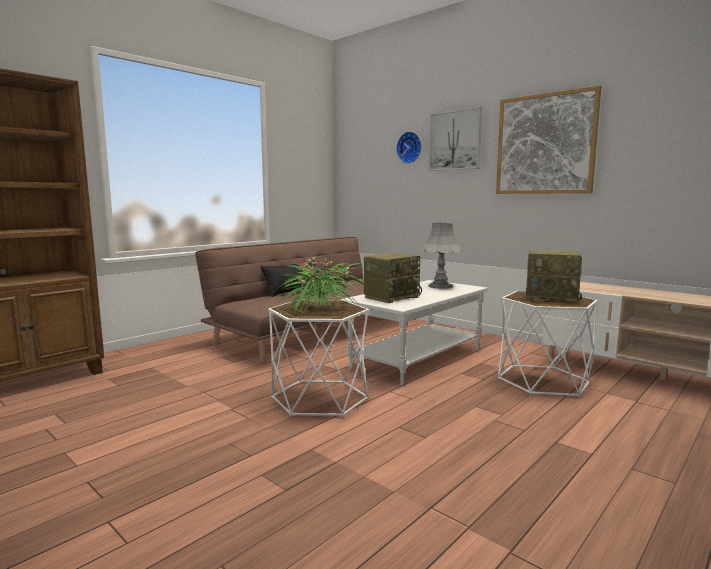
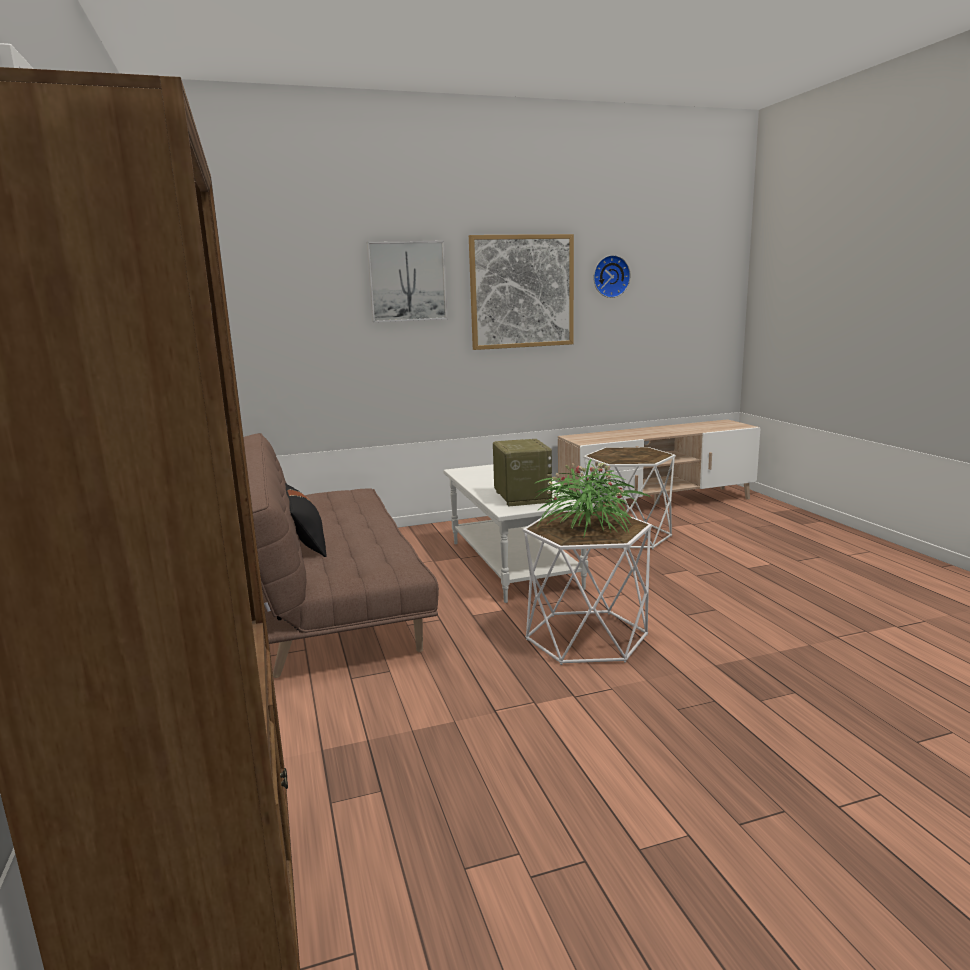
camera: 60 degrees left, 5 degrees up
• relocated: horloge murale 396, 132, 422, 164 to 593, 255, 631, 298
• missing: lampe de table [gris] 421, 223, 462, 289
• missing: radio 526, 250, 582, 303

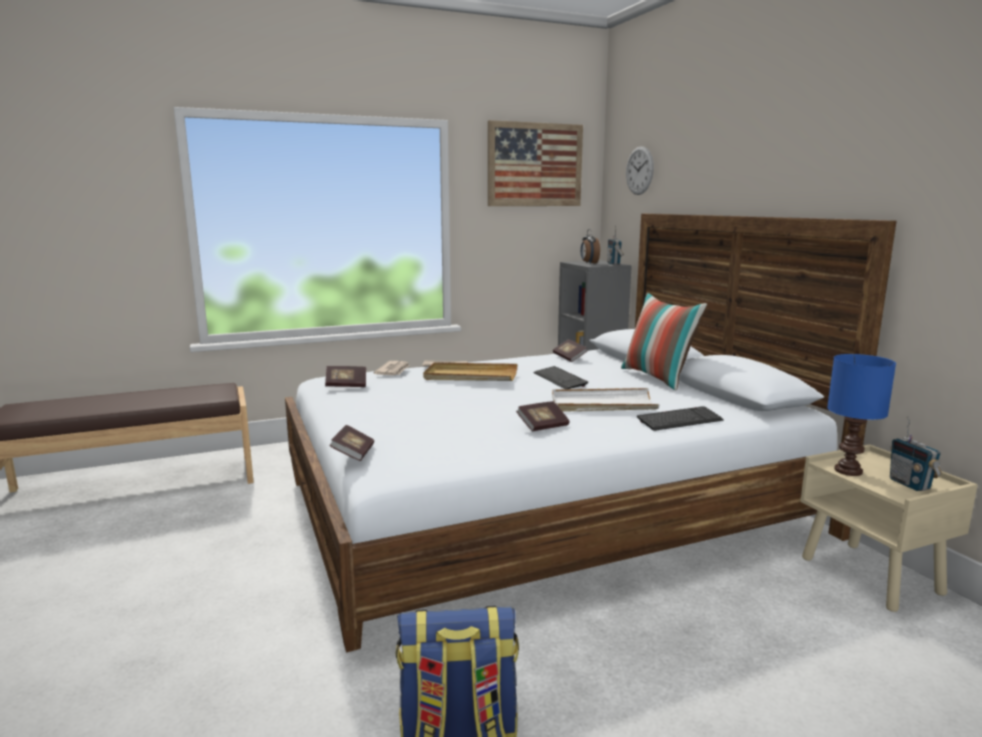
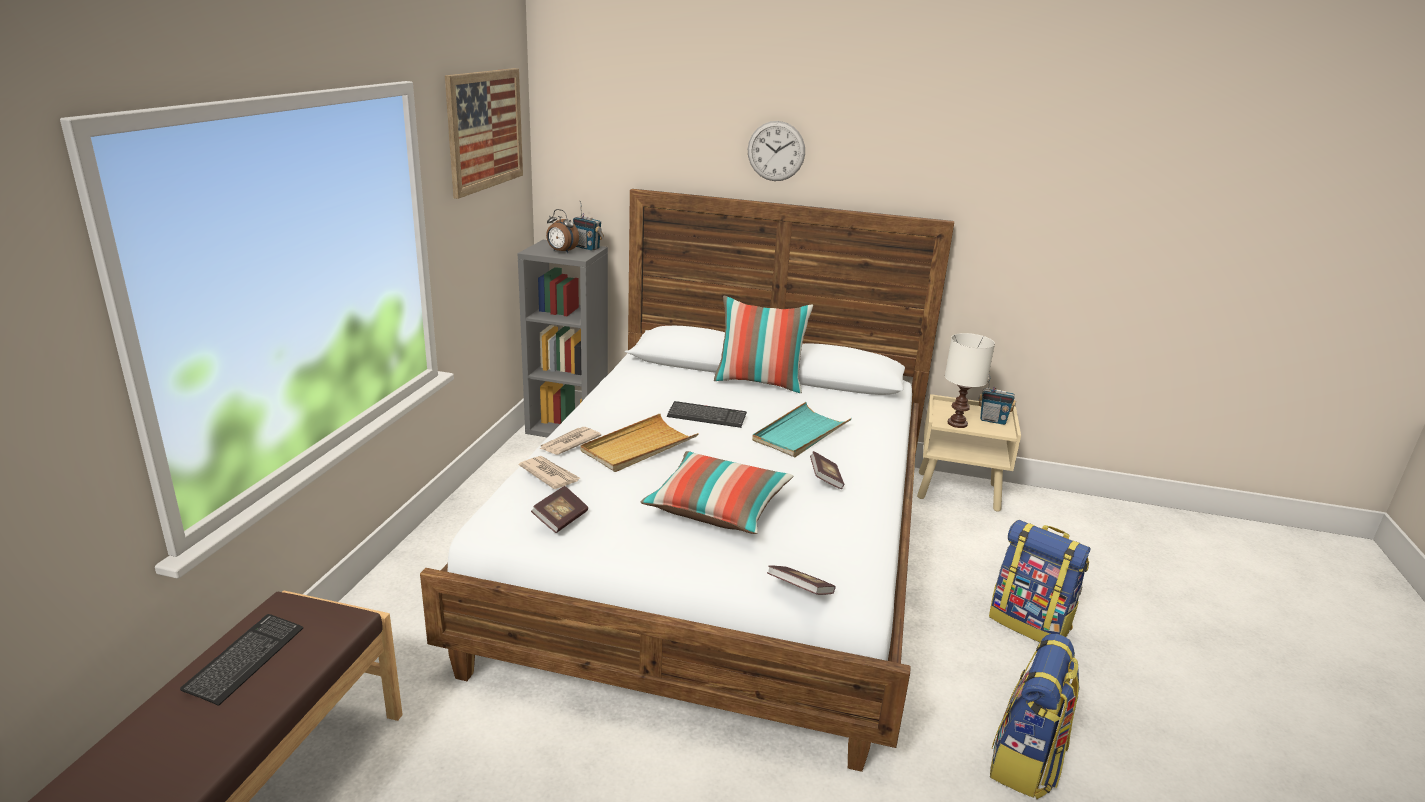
camera: 55 degrees left, 10 degrees up
• colour: plateau [blanc] 552, 388, 660, 412 to plateau [turquoise] 752, 402, 852, 457
• missing: livre 553, 339, 588, 362
• relocated: horloge murale 626, 146, 654, 195 to 748, 121, 805, 181
• relocated: clavier 637, 406, 724, 431 to 180, 614, 303, 706
• colour: lampe de table [bleu] 827, 354, 896, 476 to lampe de table [blanc] 945, 333, 995, 428
• appeared: coussin 641, 451, 793, 534
• appeared: sac à dos 989, 520, 1090, 643

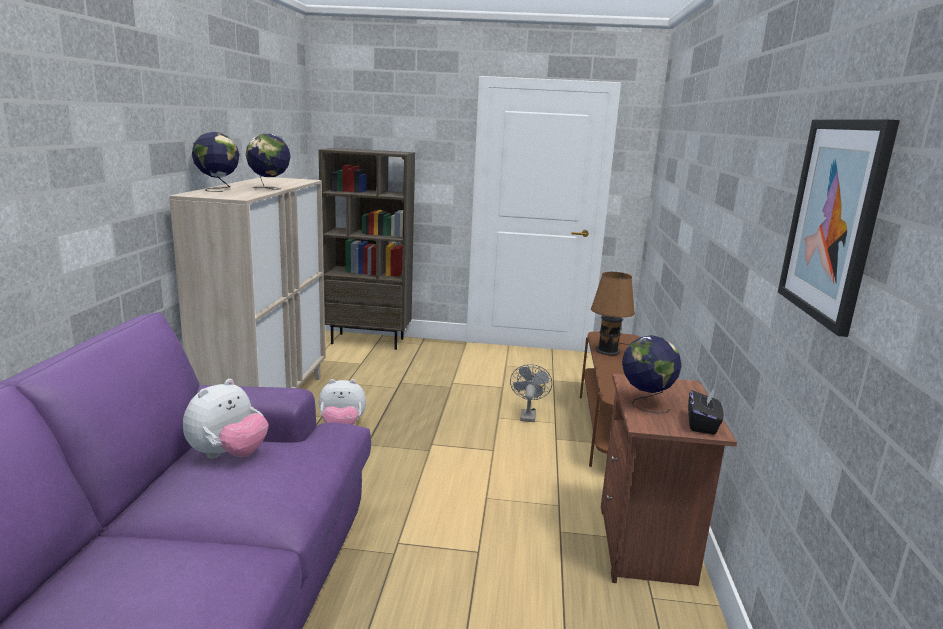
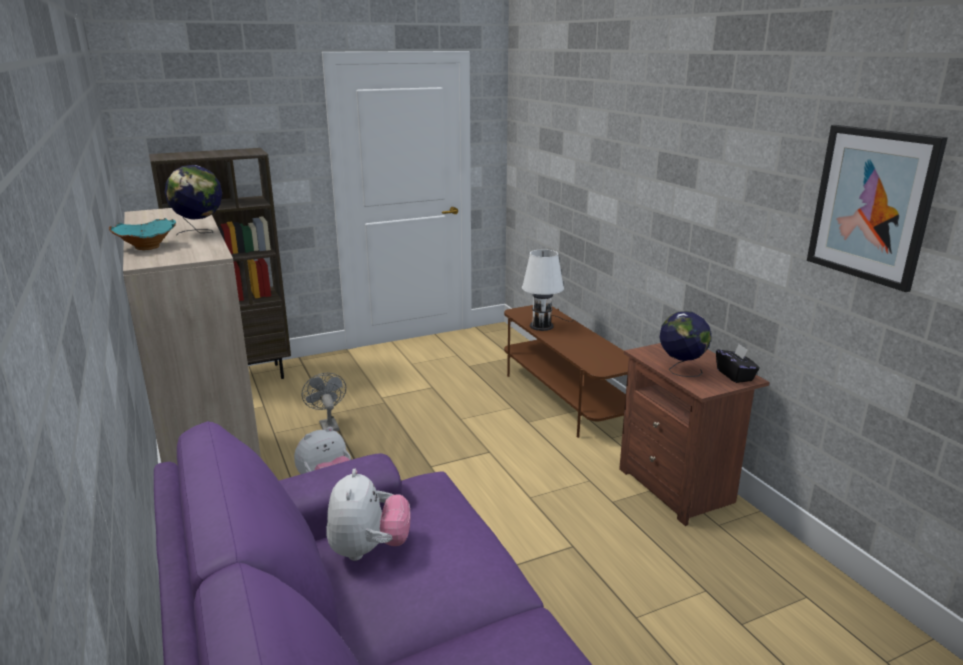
camera: 30 degrees left, 5 degrees up
• exchanged: globe 192, 132, 239, 192 to bol [turquoise] 109, 218, 176, 250
• relocated: ventilateur [gris] 510, 364, 552, 422 to 302, 373, 346, 431
• colour: lampe de table [marron] 591, 272, 635, 356 to lampe de table [blanc] 522, 249, 572, 331

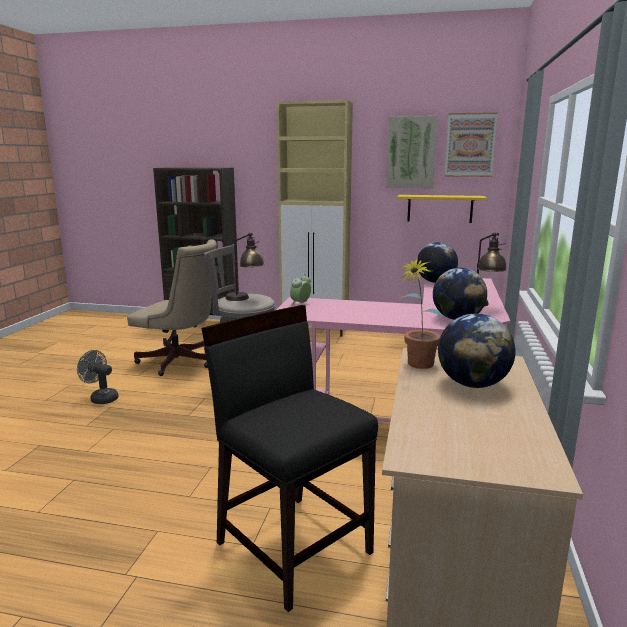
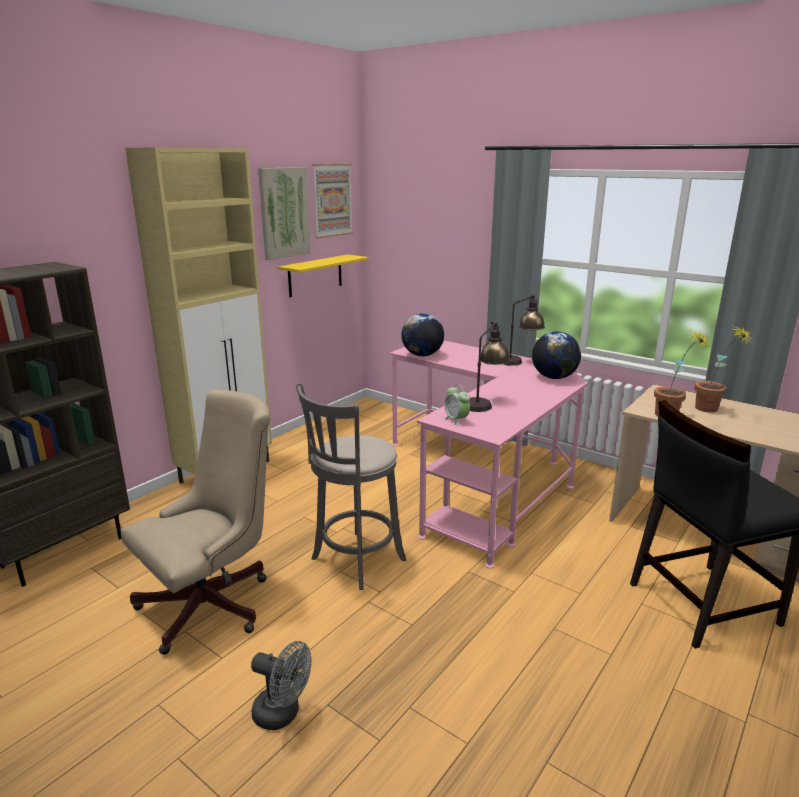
camera: 65 degrees left, 5 degrees up
• spun: ventilateur [gris] 77, 350, 119, 404 = 251, 641, 311, 730 120 degrees counterclockwise
• relocated: lampe de table 225, 233, 264, 301 to 469, 322, 510, 412
• exchanged: globe 438, 313, 516, 388 to plante en pot 695, 326, 753, 413

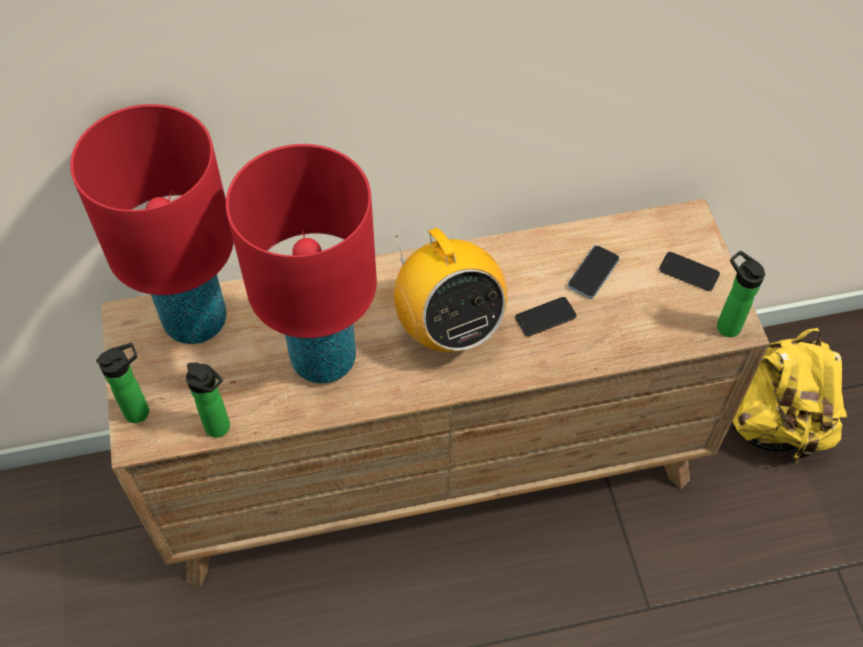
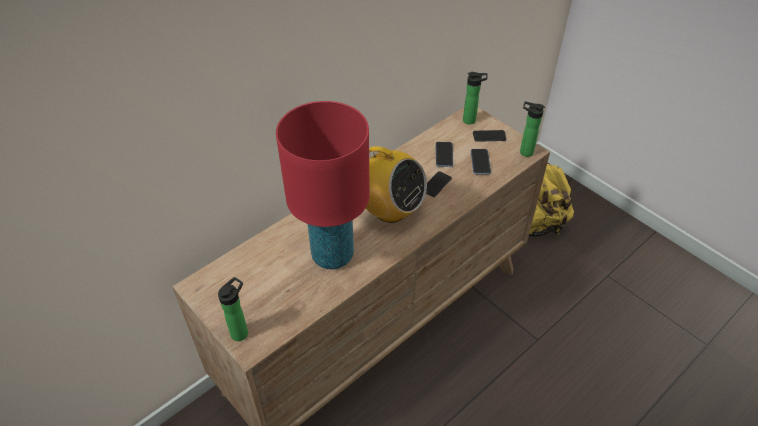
camera: 30 degrees left, 10 degrees down
• missing: lampe de table [rouge] 70, 104, 234, 344
• relocated: bouteille 186, 363, 230, 438 to 463, 72, 488, 125
• appeared: téléphone 471, 149, 491, 175

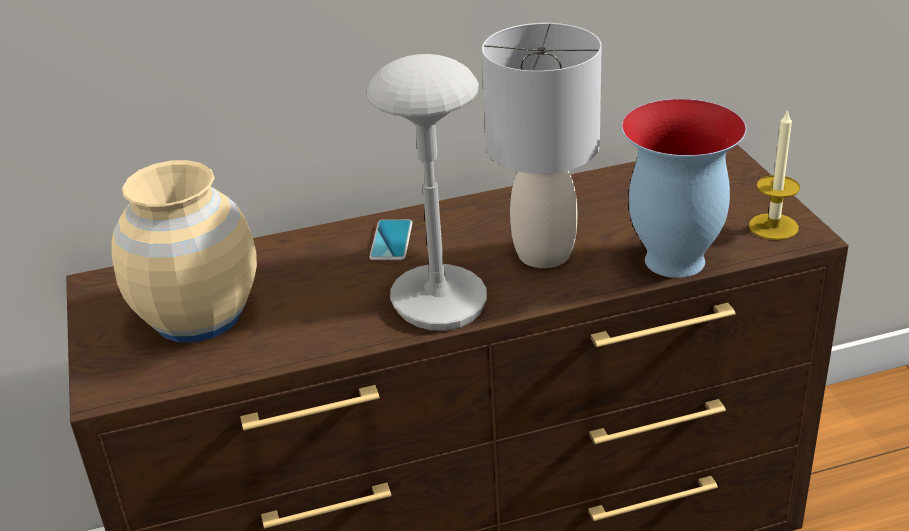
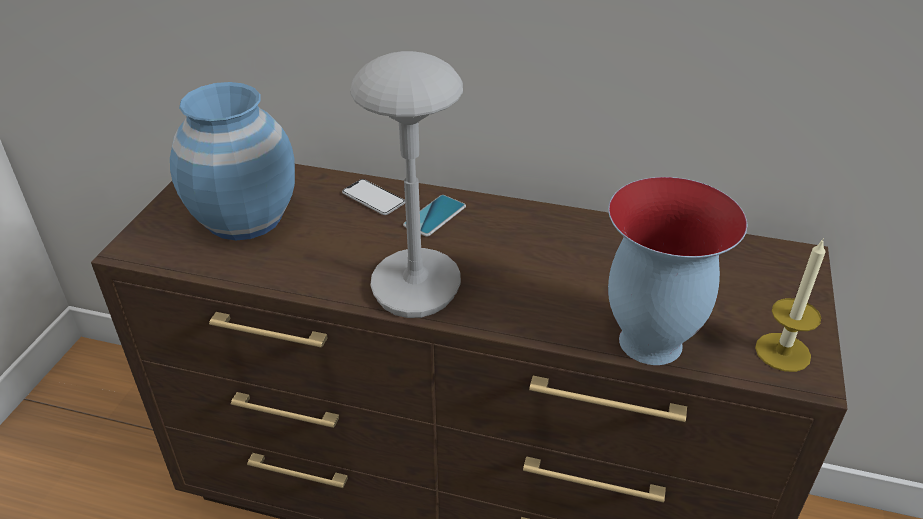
camera: 30 degrees right, 5 degrees up
• colour: vase [beige] 111, 160, 257, 342 to vase [bleu] 170, 82, 295, 240
• missing: lampe de table [gris] 482, 23, 602, 268
• appeared: téléphone 342, 179, 405, 215

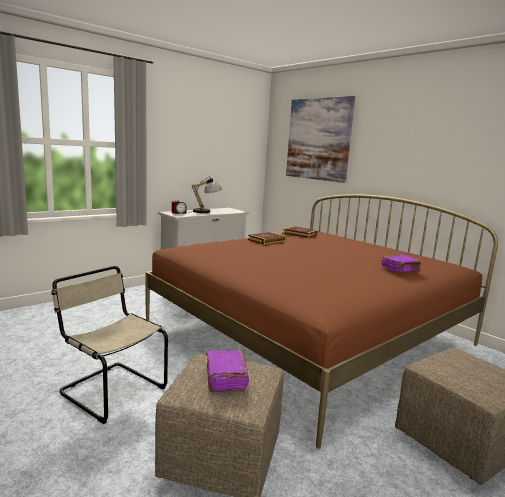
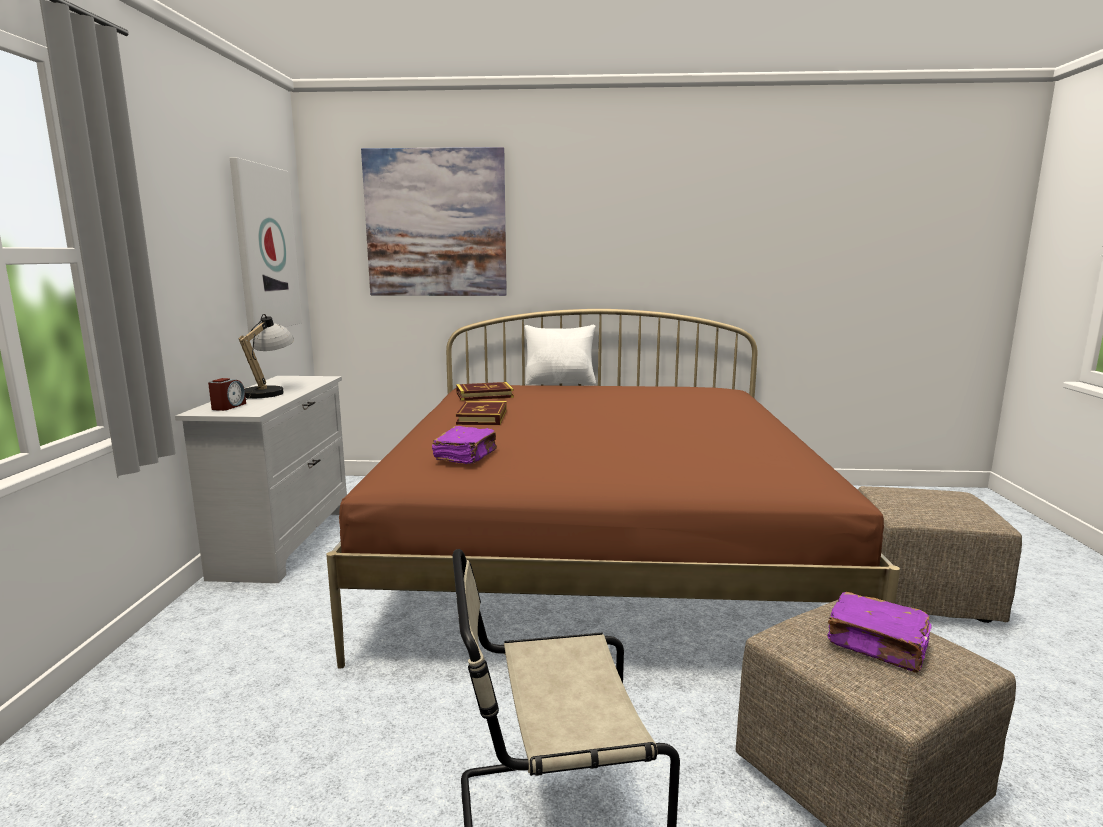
camera: 45 degrees left, 0 degrees up
• relocated: livre [violet] 381, 254, 421, 273 to 432, 426, 497, 464
• appeared: tableau 230, 157, 302, 333
• appeared: coussin [blanc] 525, 325, 596, 386

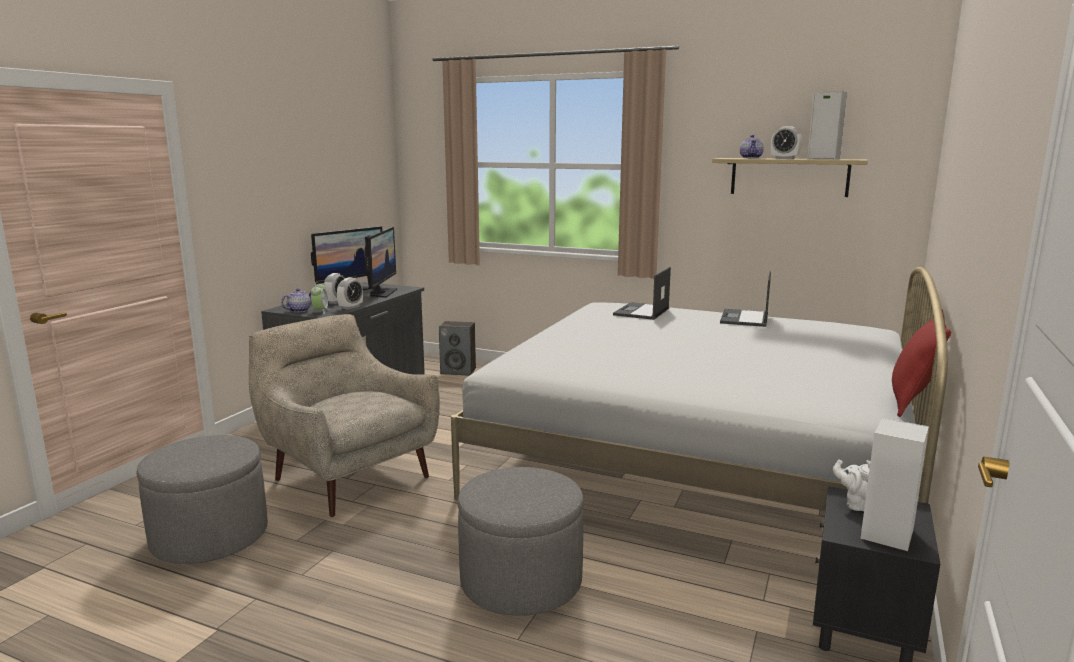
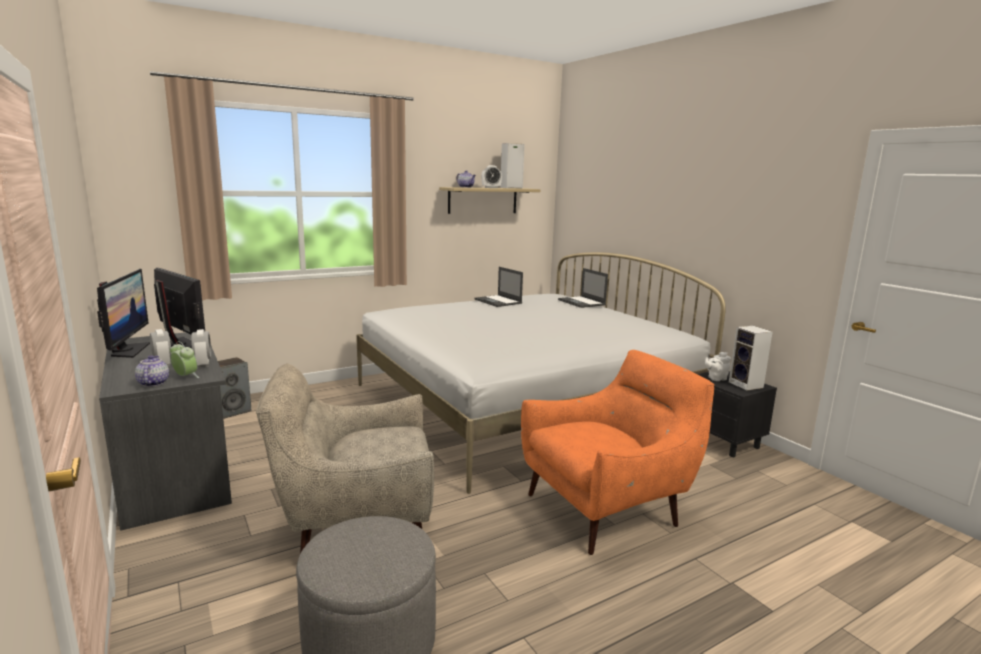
camera: 55 degrees left, 0 degrees up
• exchanged: pouf [gris] 458, 467, 584, 616 to fauteuil [orange] 521, 350, 715, 555
• relocated: ordinateur portable 613, 267, 671, 320 to 558, 268, 608, 308
• missing: coussin [rouge] 892, 309, 951, 417

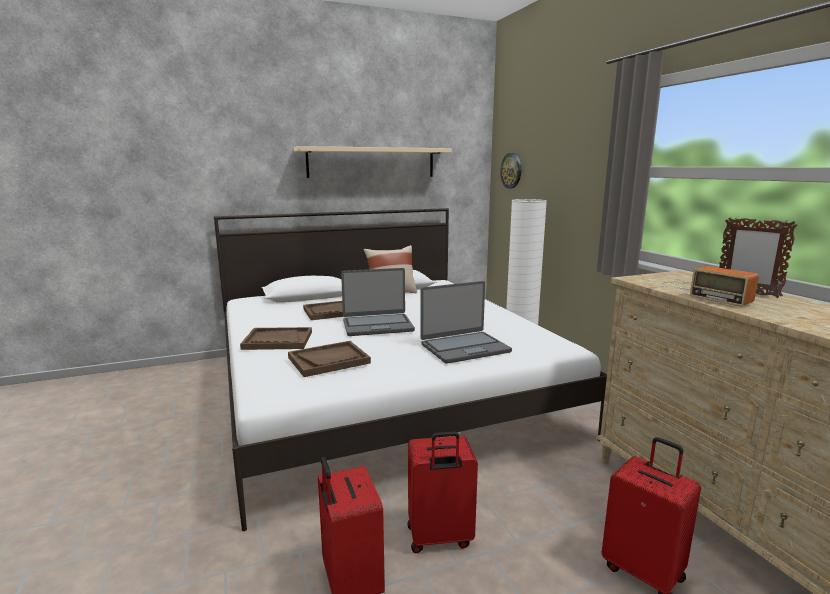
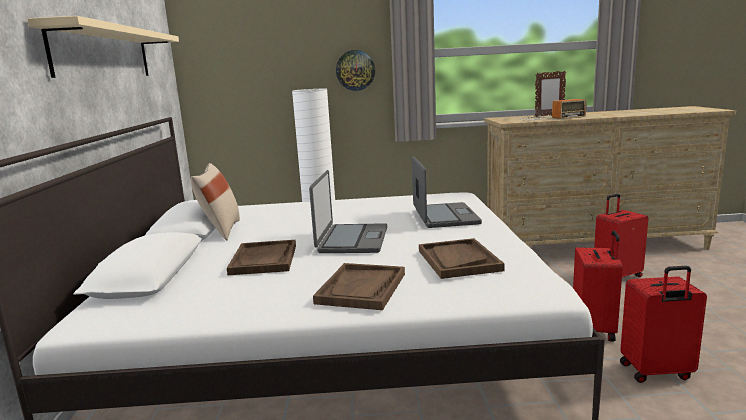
camera: 70 degrees left, 0 degrees up
• relocated: horloge murale 500, 153, 521, 189 to 336, 50, 375, 91

